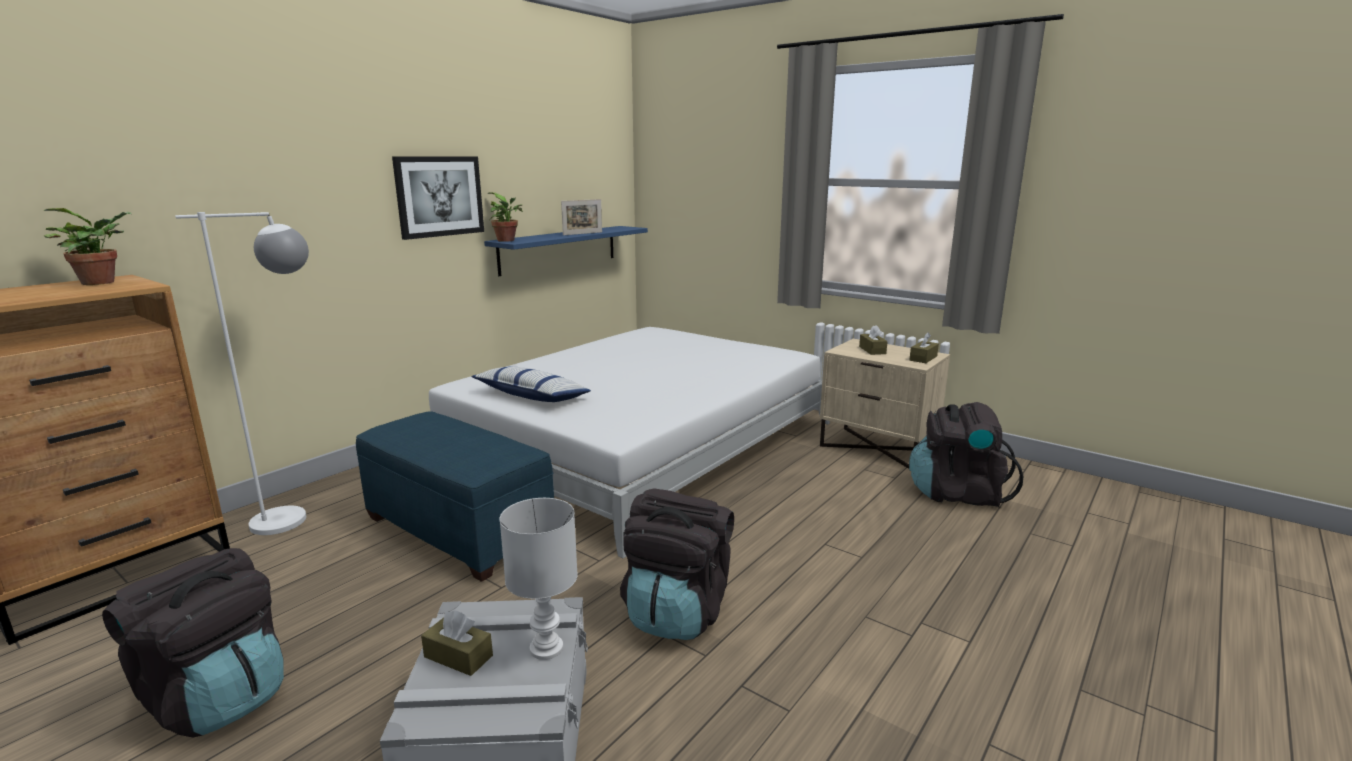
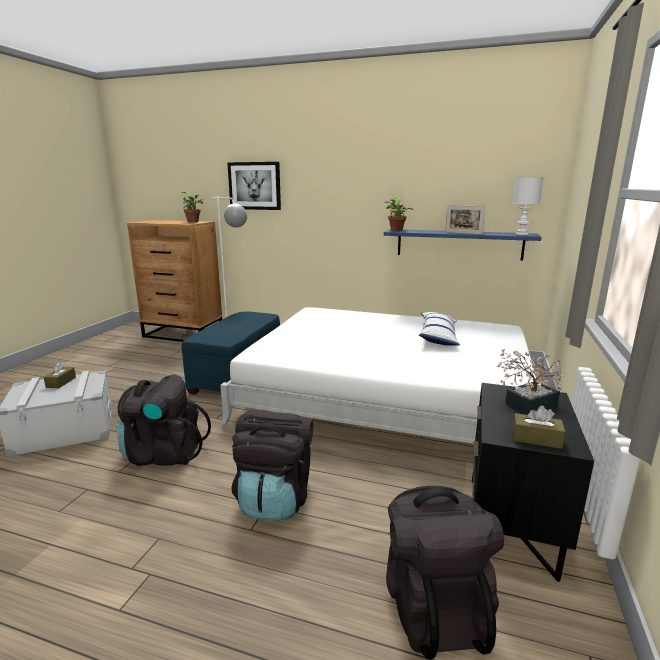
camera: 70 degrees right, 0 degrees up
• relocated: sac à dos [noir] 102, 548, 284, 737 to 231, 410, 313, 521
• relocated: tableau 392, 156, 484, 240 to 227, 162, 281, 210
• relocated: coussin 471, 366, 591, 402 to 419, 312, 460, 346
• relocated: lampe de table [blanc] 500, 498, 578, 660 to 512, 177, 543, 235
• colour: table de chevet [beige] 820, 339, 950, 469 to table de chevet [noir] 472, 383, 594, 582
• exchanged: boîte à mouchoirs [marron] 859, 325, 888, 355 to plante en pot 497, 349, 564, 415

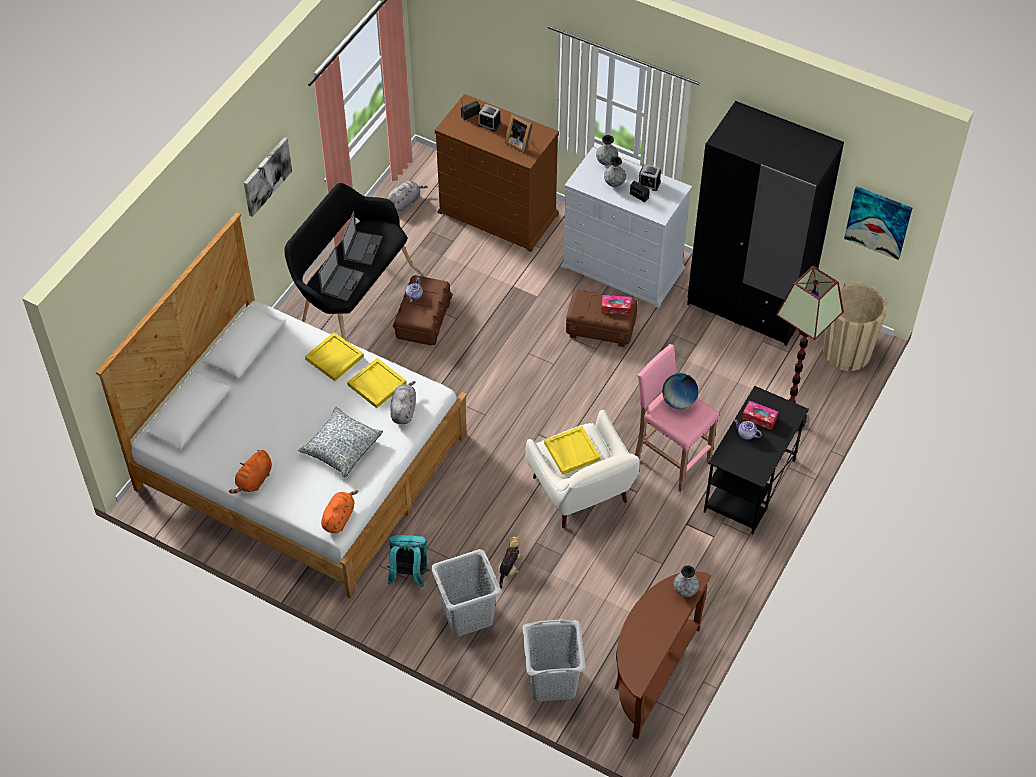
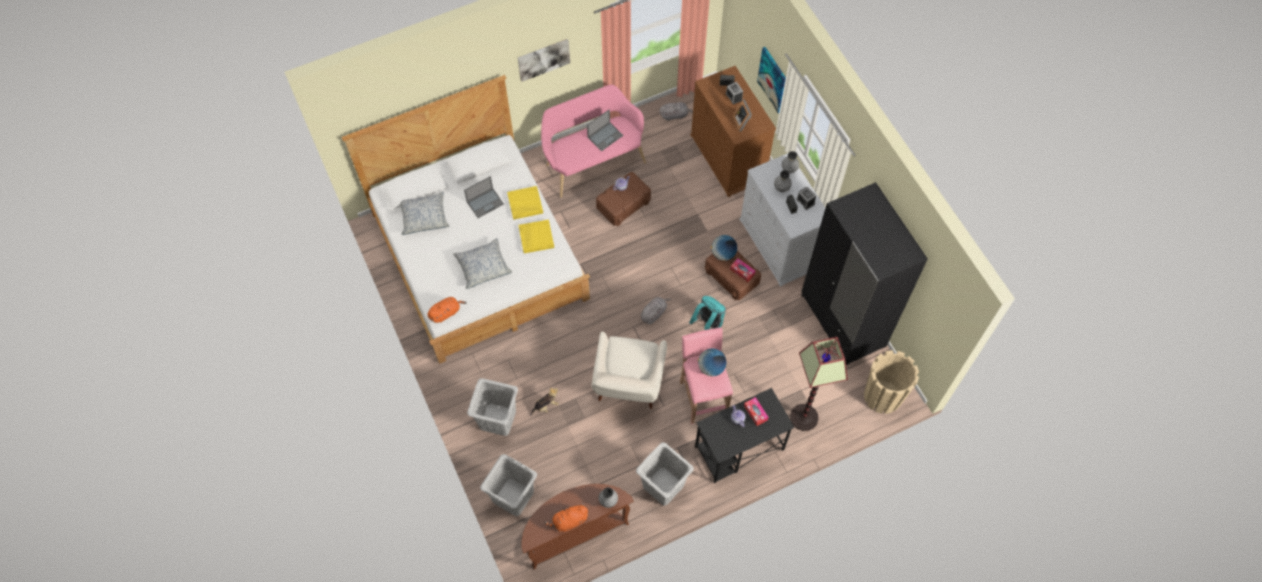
camera: 35 degrees right, 10 degrees up
• relocated: peluche [orange] 229, 450, 272, 494 to 544, 504, 588, 532
• colour: banc [noir] 284, 183, 413, 340 to banc [rose] 541, 85, 646, 198
• relocated: ordinateur portable 318, 245, 364, 301 to 464, 176, 504, 218
• relocated: sac à dos [turquoise] 387, 535, 429, 587 to 689, 296, 726, 330
• relocated: peluche [gris] 391, 381, 416, 424 to 641, 297, 672, 324
• missing: plateau [jaune] 544, 426, 601, 475
• relocated: tableau 844, 186, 912, 260 to 757, 47, 786, 113
• appeared: coussin 400, 192, 449, 235
• appeared: panier à linge [gris] 636, 442, 694, 506
• appeared: globe 711, 235, 737, 261

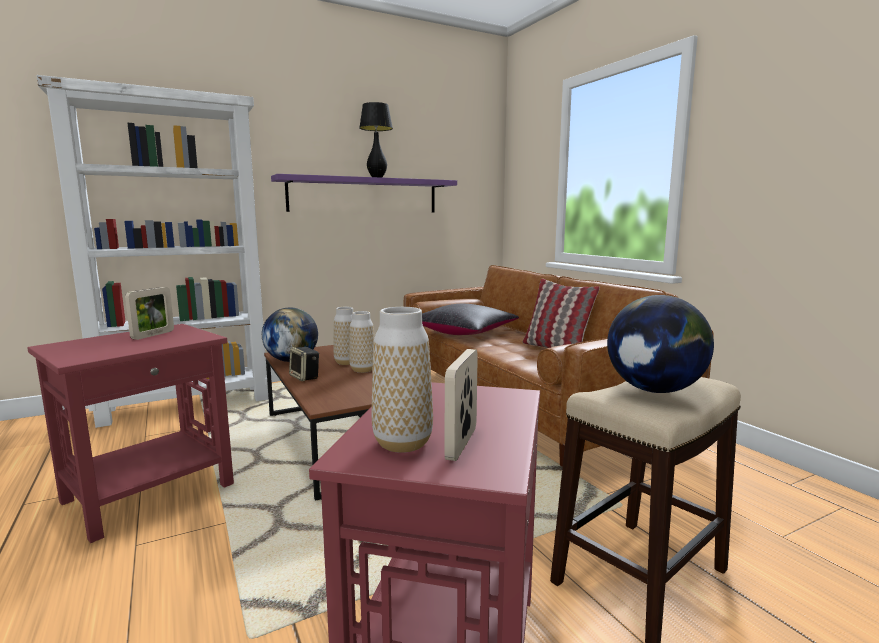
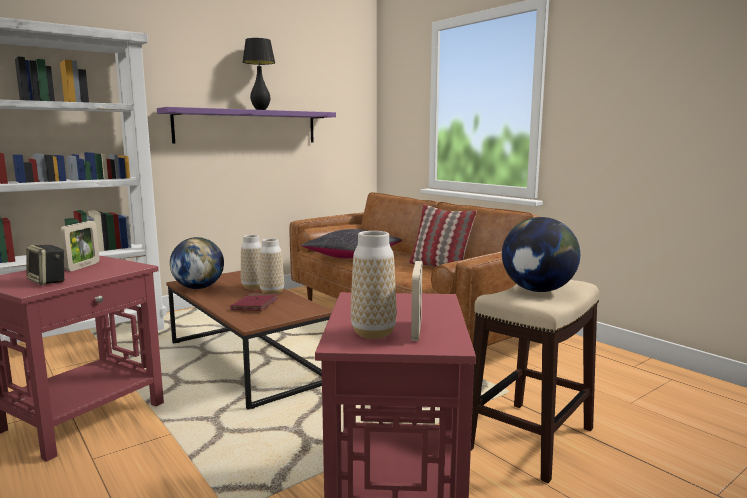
camera: 10 degrees left, 0 degrees up
• relocated: enceinte 289, 347, 319, 381 to 26, 245, 65, 285
• appeared: livre [rouge] 231, 293, 278, 311

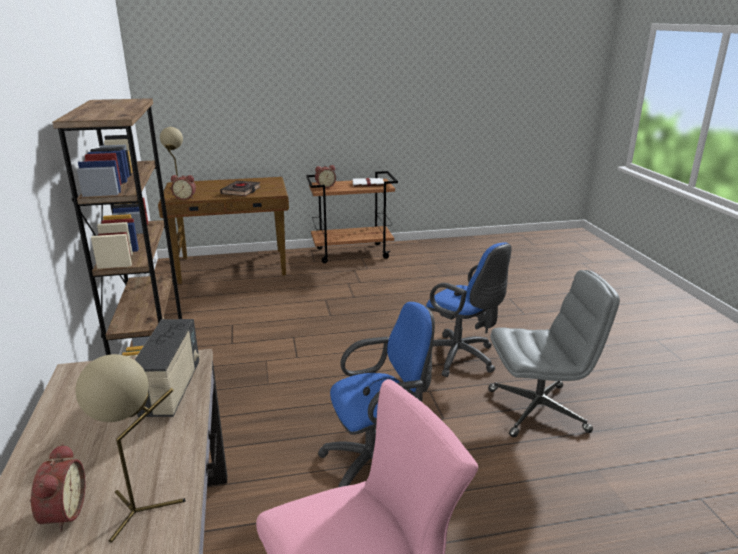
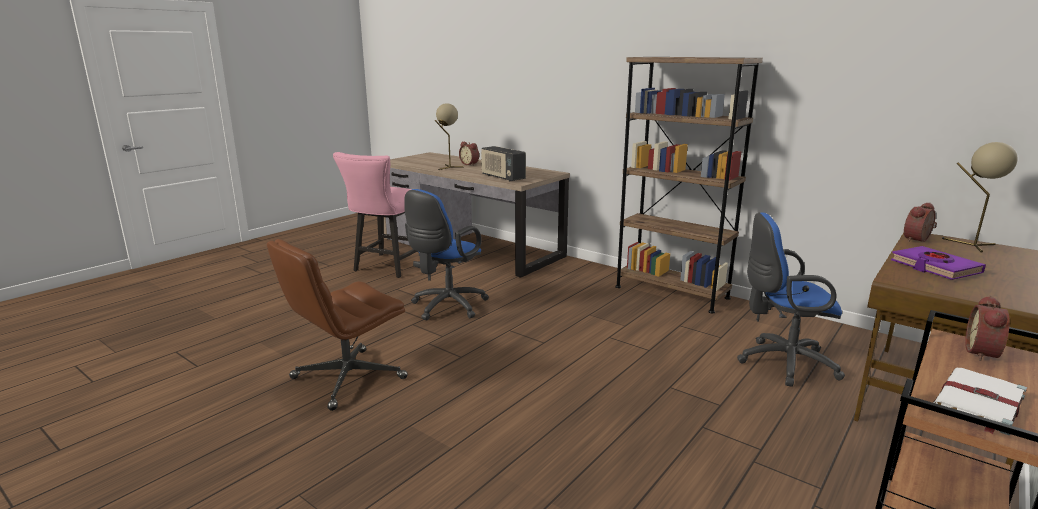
camera: 140 degrees right, 5 degrees down
• colour: livre [noir] 220, 181, 261, 196 to livre [violet] 891, 246, 986, 280
• relocated: chaise de bureau [bleu] 426, 242, 512, 377 to 737, 213, 845, 387
• colour: chaise de bureau [gris] 488, 270, 620, 437 to chaise de bureau [marron] 267, 239, 408, 411

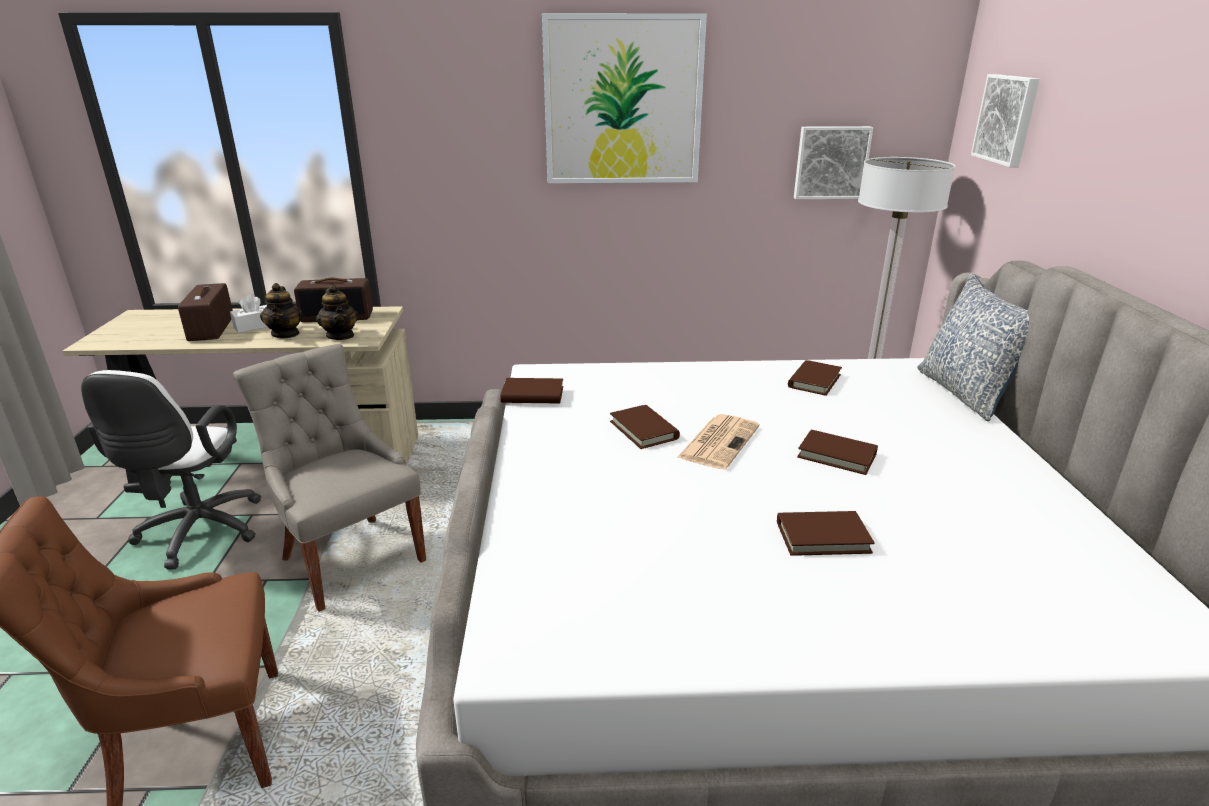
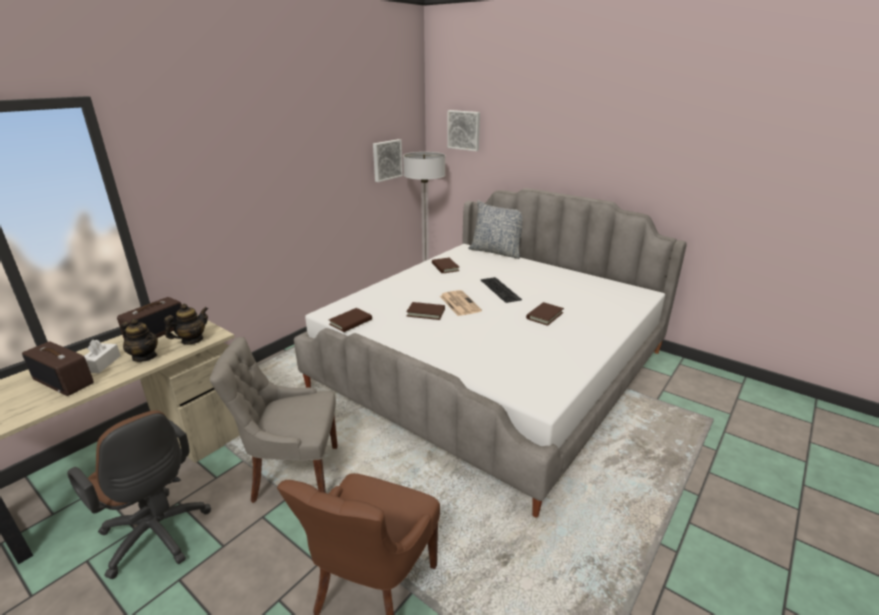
camera: 50 degrees left, 0 degrees up
• colour: chaise de bureau [blanc] 81, 370, 261, 569 to chaise de bureau [marron] 67, 410, 211, 579
• spun: théière 316, 285, 358, 340 = 164, 304, 208, 345 60 degrees counterclockwise
• missing: tableau 542, 13, 707, 183
• exchanged: livre [marron] 797, 430, 878, 475 to clavier 480, 277, 522, 303

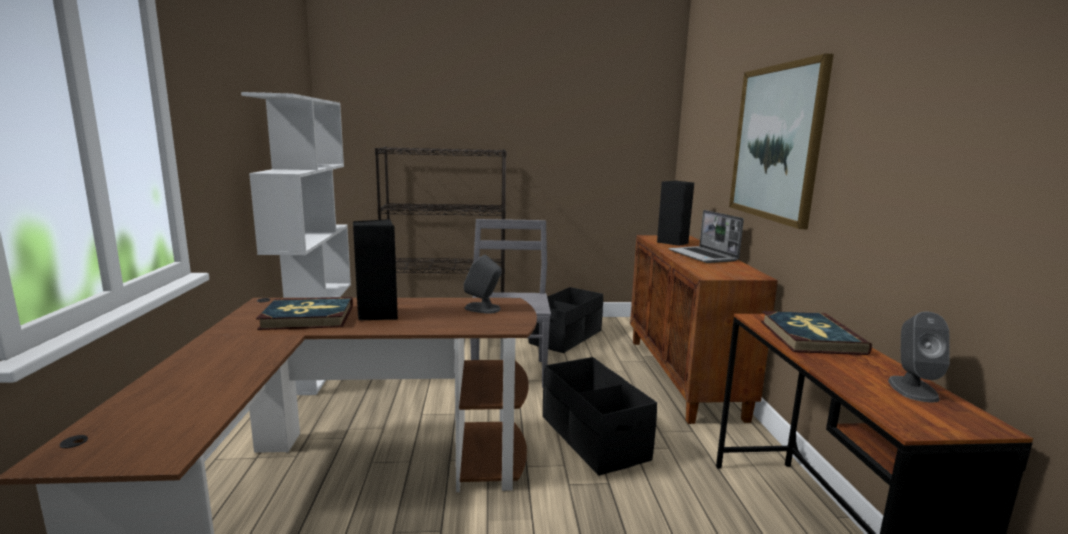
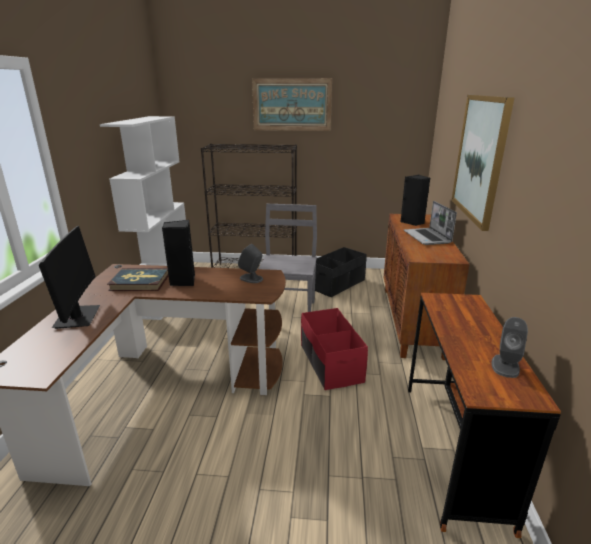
camera: 10 degrees right, 10 degrees up
• colour: boîte de rangement [noir] 543, 357, 657, 476 to boîte de rangement [rouge] 301, 308, 368, 390
• missing: livre 761, 311, 872, 355
• appeared: écran d'ordinateur 39, 226, 100, 329
• appeared: tableau 252, 78, 332, 131

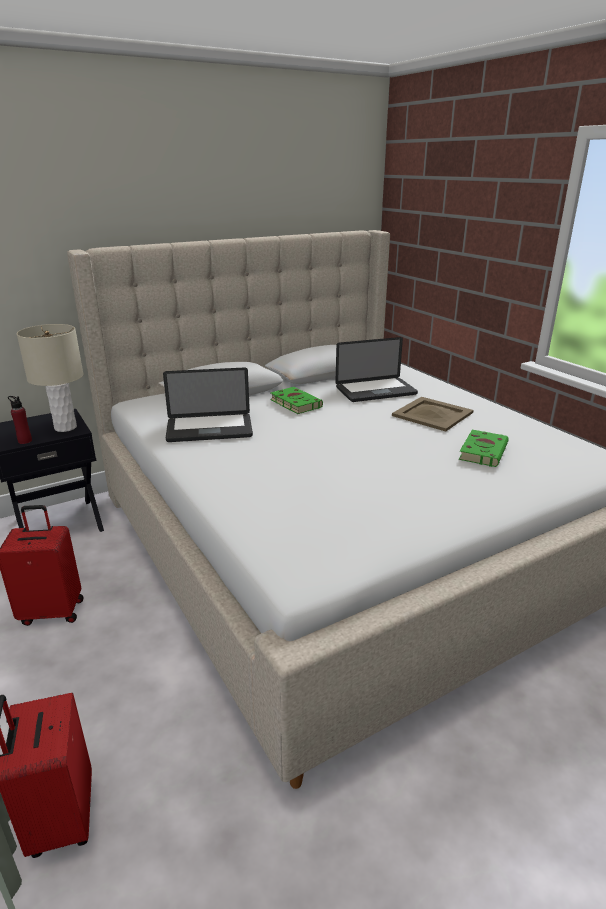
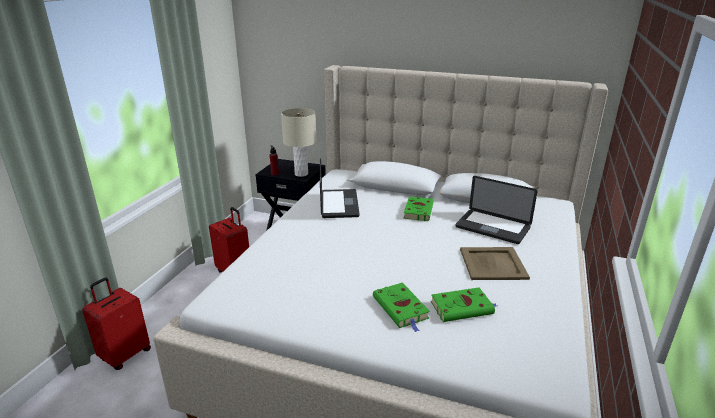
camera: 50 degrees right, 0 degrees up
• spun: ordinateur portable 163, 367, 253, 442 = 320, 158, 360, 218 135 degrees counterclockwise
• appeared: livre [vert] 373, 283, 430, 332

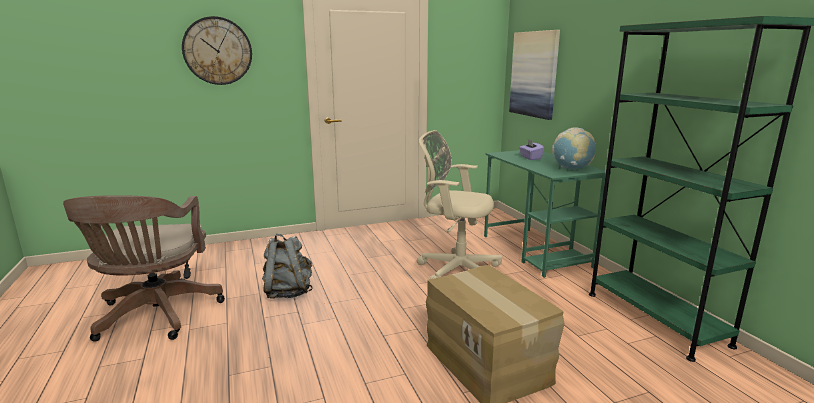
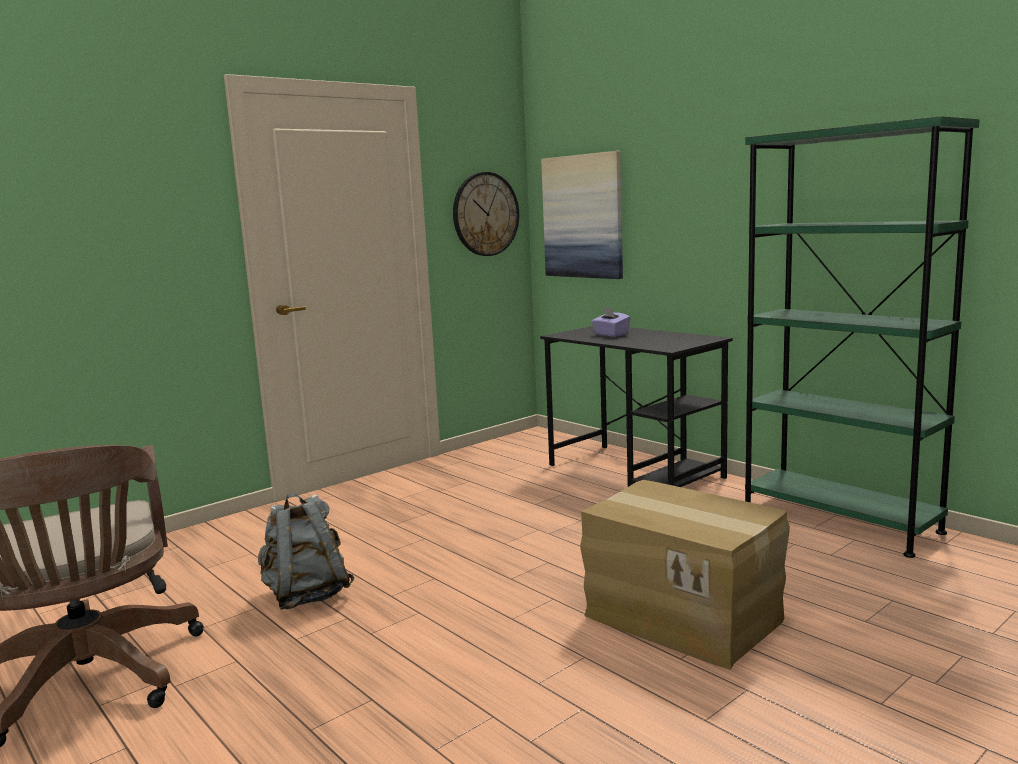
camera: 20 degrees left, 5 degrees down
• relocated: horloge murale 182, 16, 252, 85 to 453, 172, 519, 256
• missing: chaise de bureau [beige] 417, 130, 502, 279
• colour: bureau [vert] 484, 150, 611, 278 to bureau [noir] 540, 326, 733, 487
• missing: globe 552, 127, 596, 169

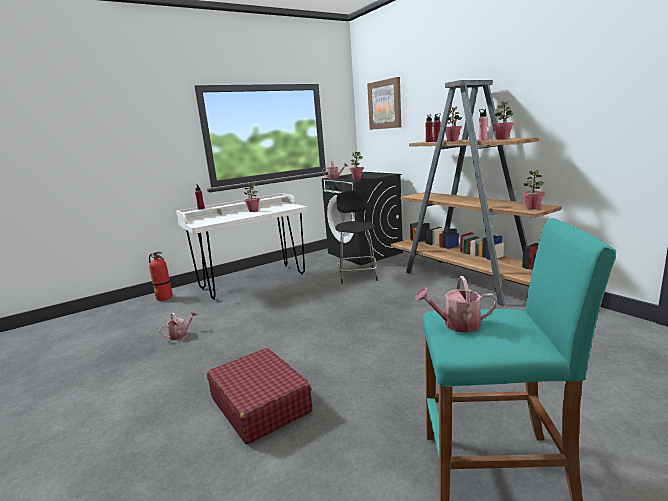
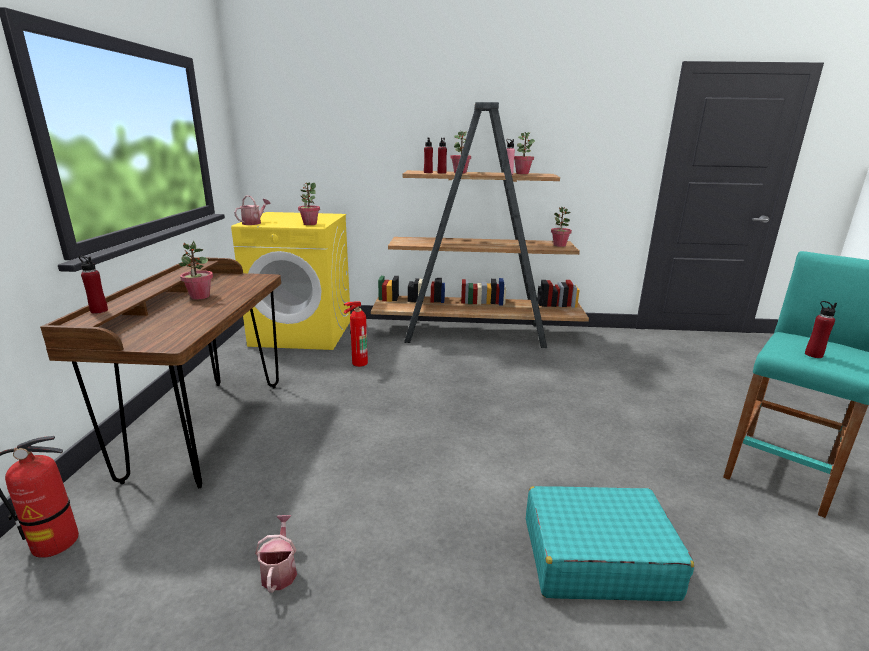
camera: 55 degrees left, 5 degrees up
• colour: bureau [blanc] 176, 193, 307, 300 to bureau [marron] 40, 257, 281, 488
• colour: valise [rouge] 207, 348, 312, 445 to valise [turquoise] 526, 486, 694, 601
• colour: lave-linge [noir] 322, 172, 403, 265 to lave-linge [jaune] 231, 212, 350, 350
• exchanged: tabouret [noir] 335, 191, 378, 284 to extincteur 343, 301, 368, 367
• missing: tableau 367, 77, 401, 130
• exchanged: arrosoir 415, 276, 497, 333 to bouteille [rouge] 805, 301, 837, 358

